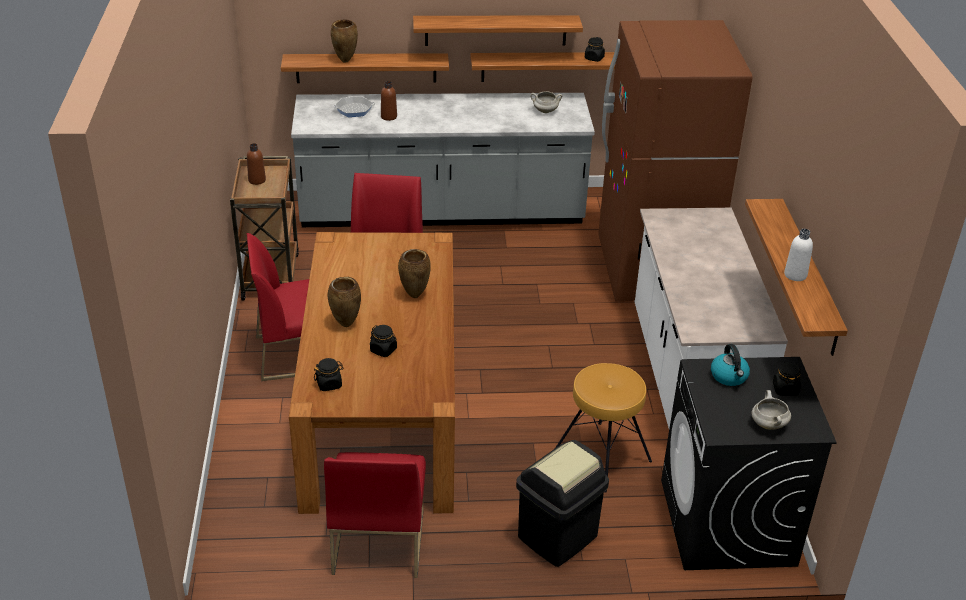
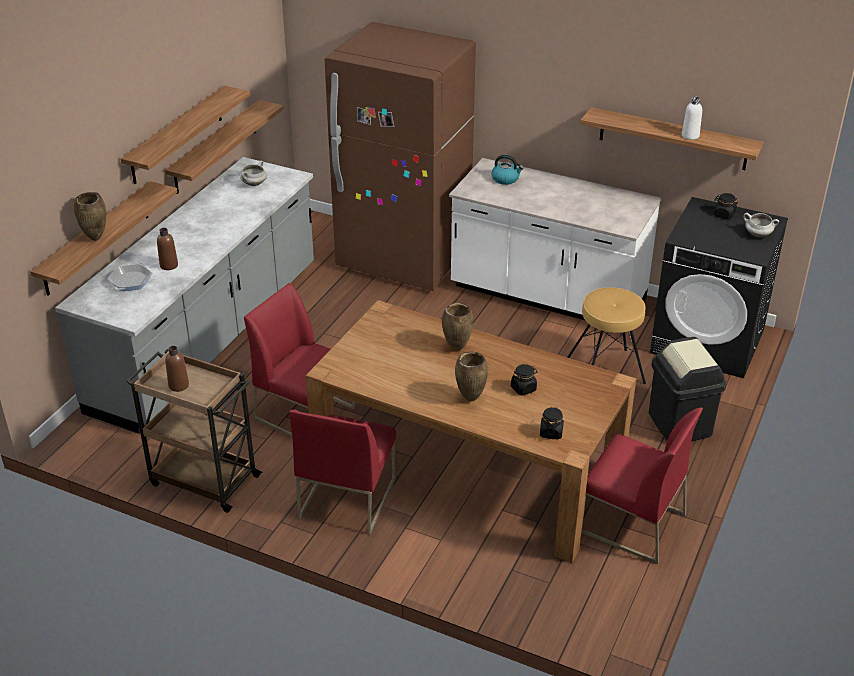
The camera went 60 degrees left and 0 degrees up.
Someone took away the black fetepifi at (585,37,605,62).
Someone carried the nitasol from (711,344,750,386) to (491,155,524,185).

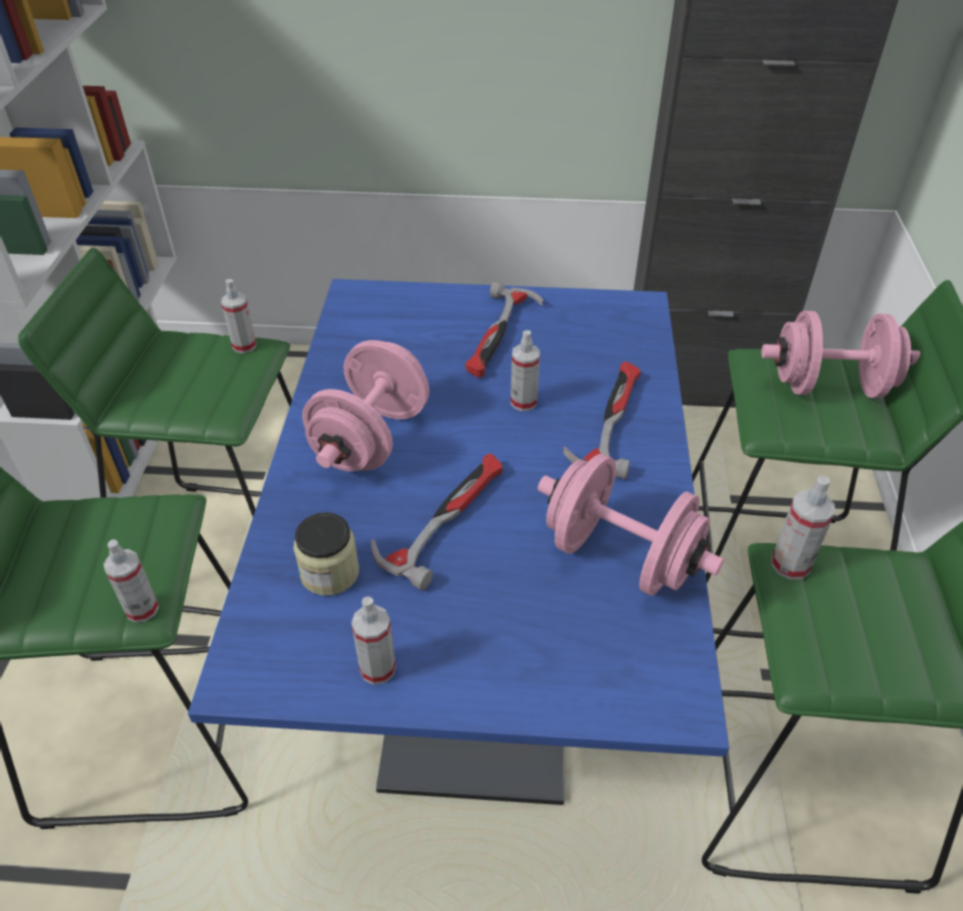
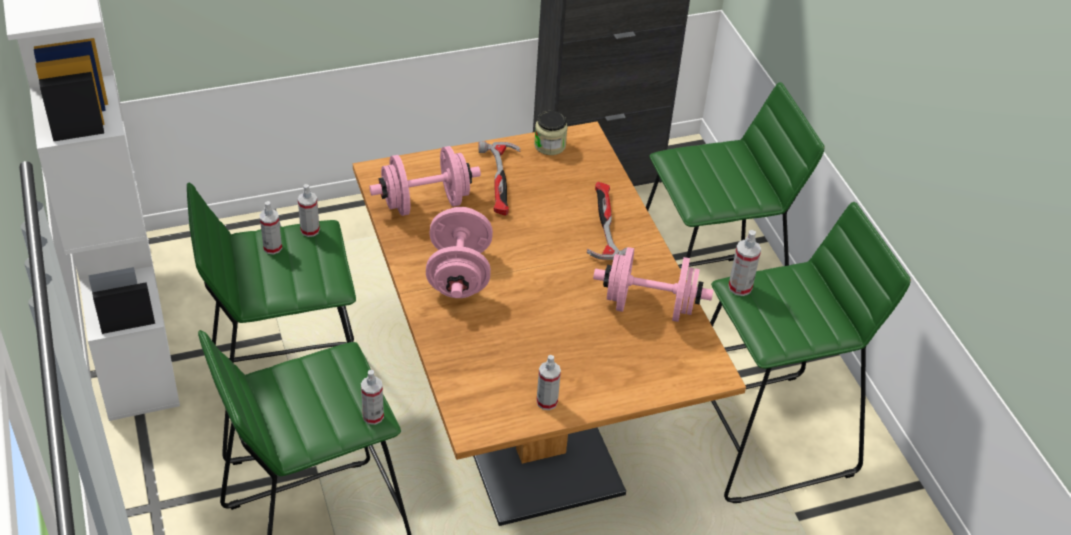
The camera went 25 degrees left and 0 degrees up.
Someone took away the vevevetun at (371,453,503,590).
Someone carried the fetepifi from (293,512,359,596) to (534,111,568,155).
Someone carried the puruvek from (510,330,540,411) to (259,201,282,254).
Someone carried the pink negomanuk from (761,311,920,398) to (369,146,481,216).
Someone repainted the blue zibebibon at (188,279,729,805), which became the brown zibebibon at (353,122,746,526).

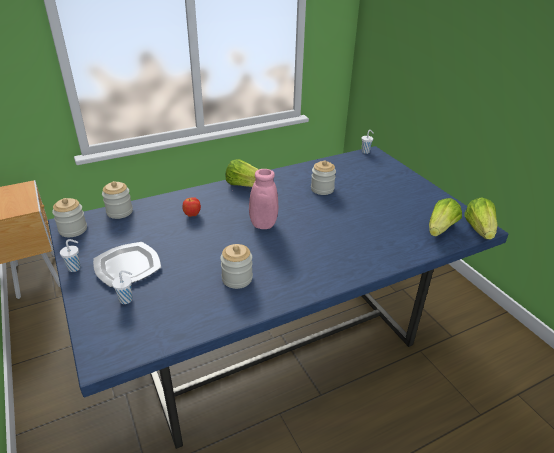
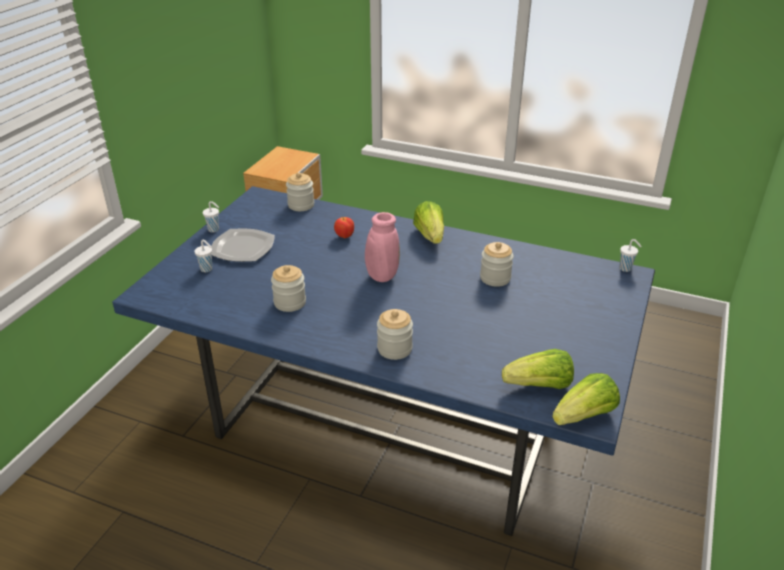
The camera went 50 degrees right and 0 degrees up.
Someone carried the fetepifi from (52,198,87,237) to (377,309,413,360).

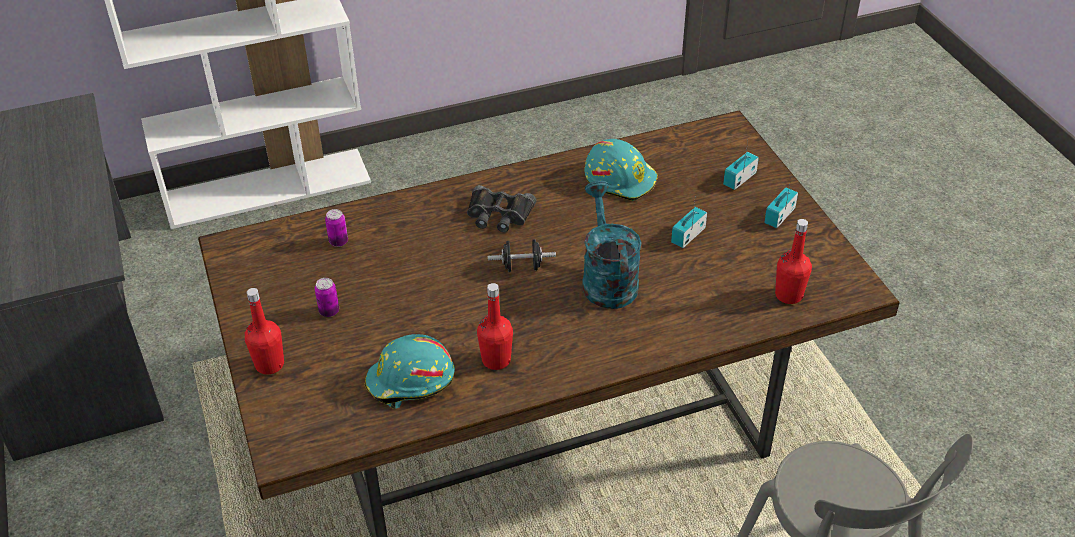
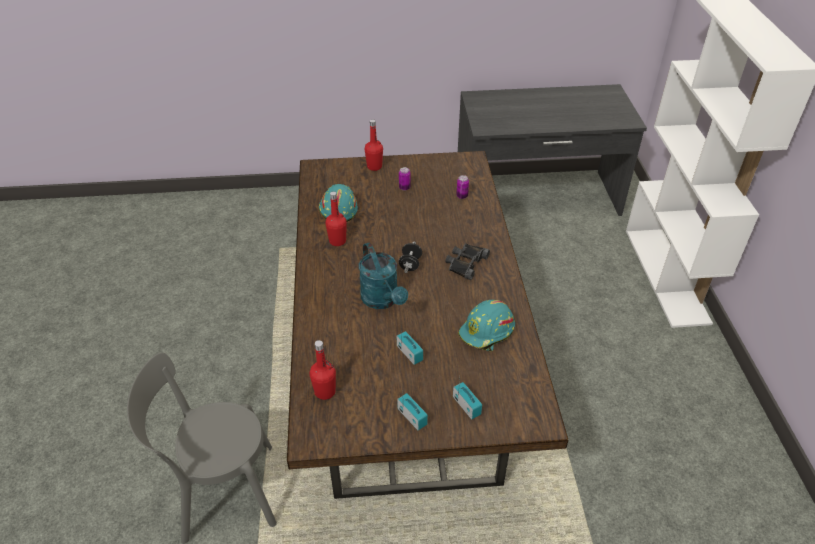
The camera went 105 degrees right and 0 degrees up.
Someone rotated the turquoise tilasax at (582,180,642,309) by 60 degrees clockwise.

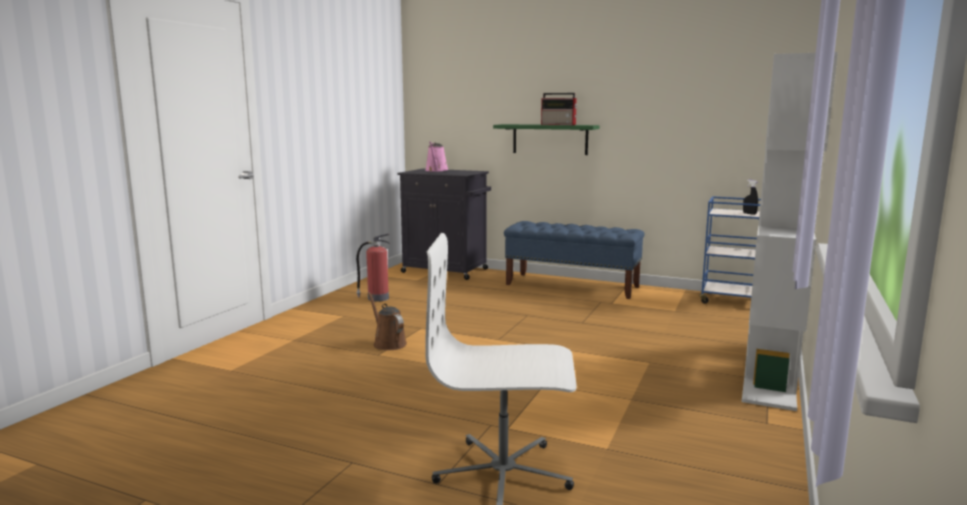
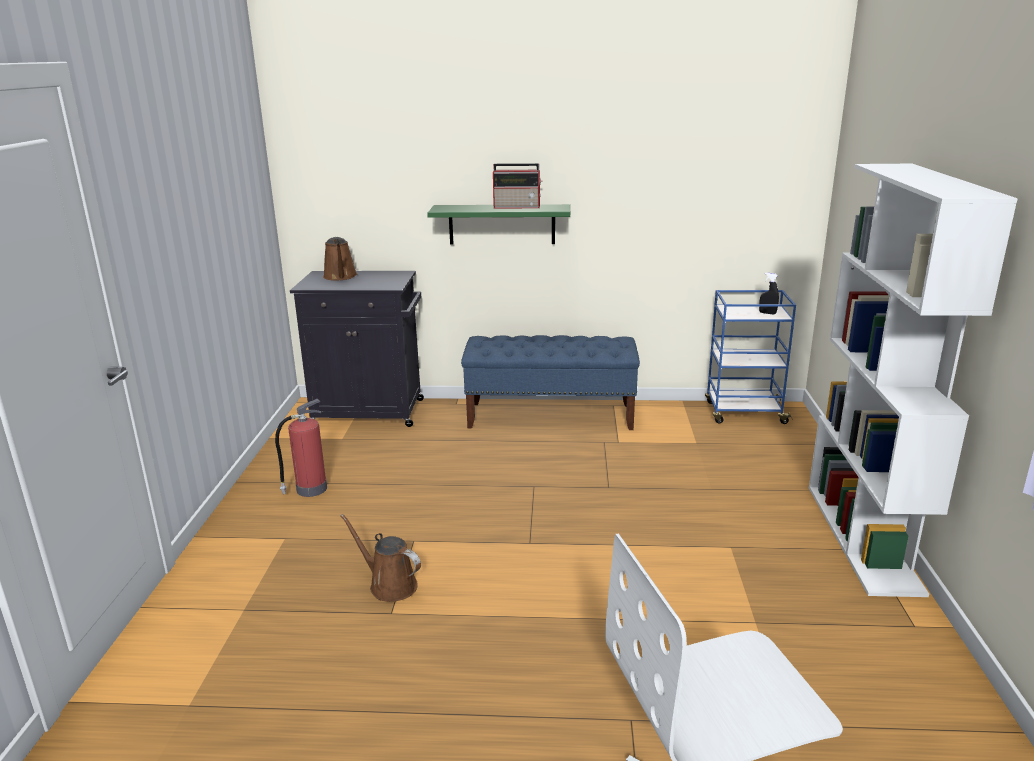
The camera went 20 degrees left and 10 degrees up.
Someone repainted the pink tilasax at (425,142,448,172), which became the brown tilasax at (323,237,357,280).

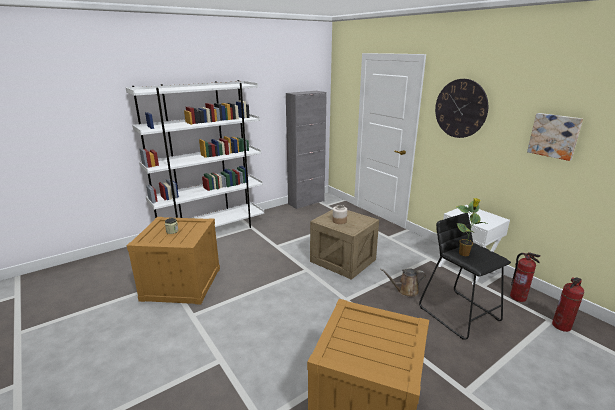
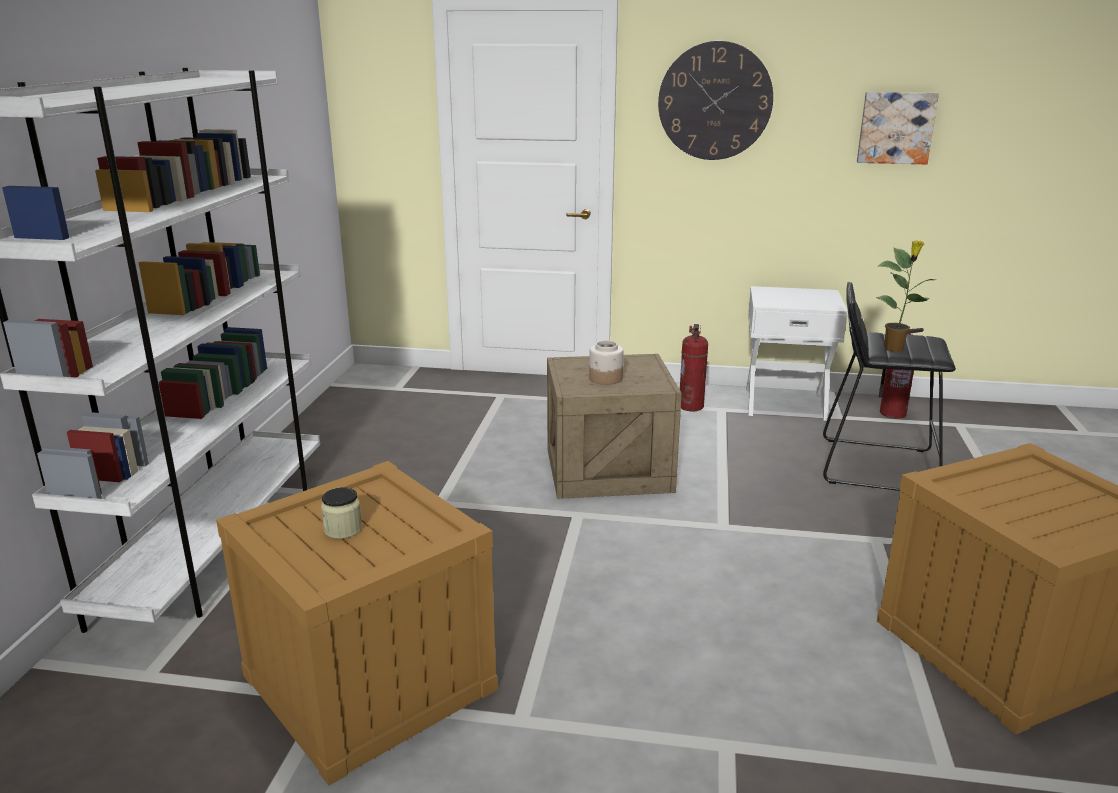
The camera went 45 degrees left and 0 degrees up.
Someone took away the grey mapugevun at (286,91,327,209).
Someone took away the brown tilasax at (380,268,426,297).
Someone carried the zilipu from (552,277,584,332) to (680,324,708,411).

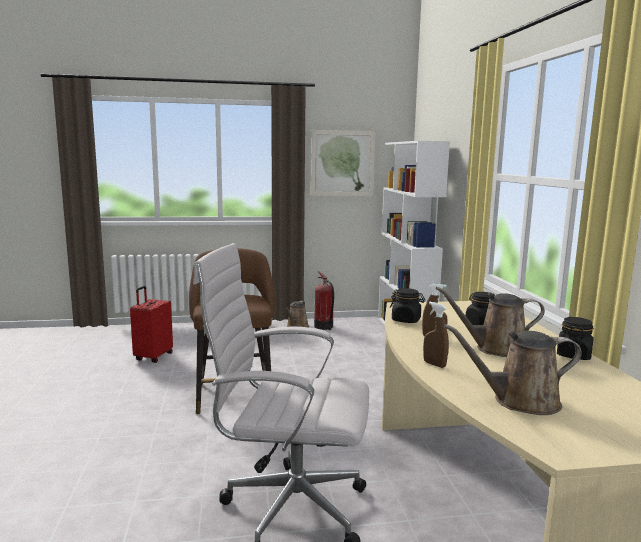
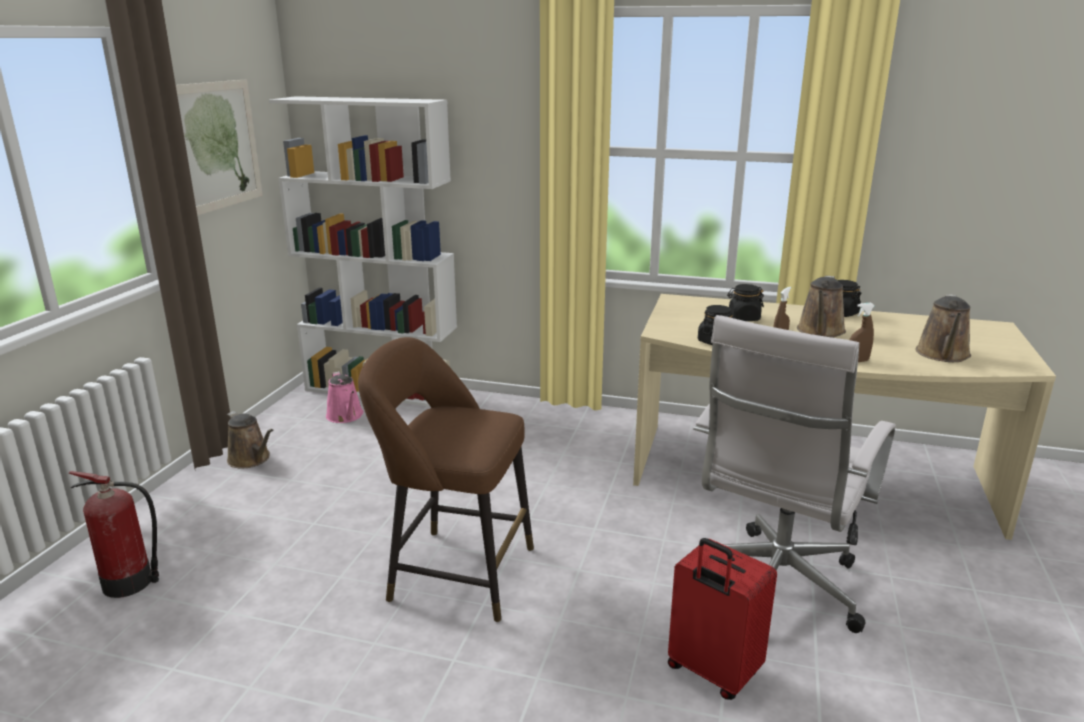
The camera went 65 degrees left and 10 degrees up.
Someone put down the pink tilasax at (326,371,363,423).
Someone carried the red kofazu from (130,286,173,363) to (668,538,777,700).
Someone carried the zilipu from (314,271,334,330) to (68,471,159,598).

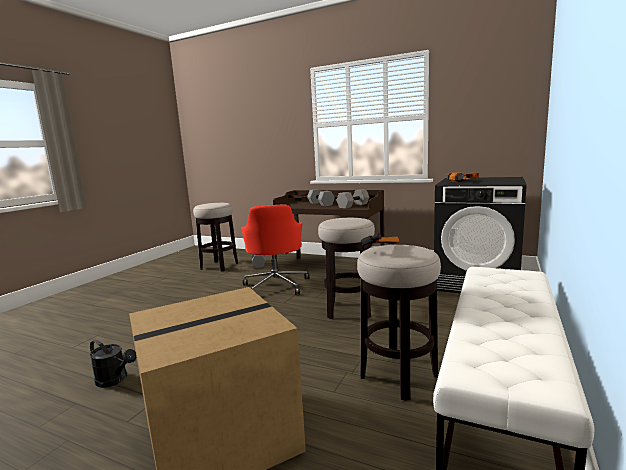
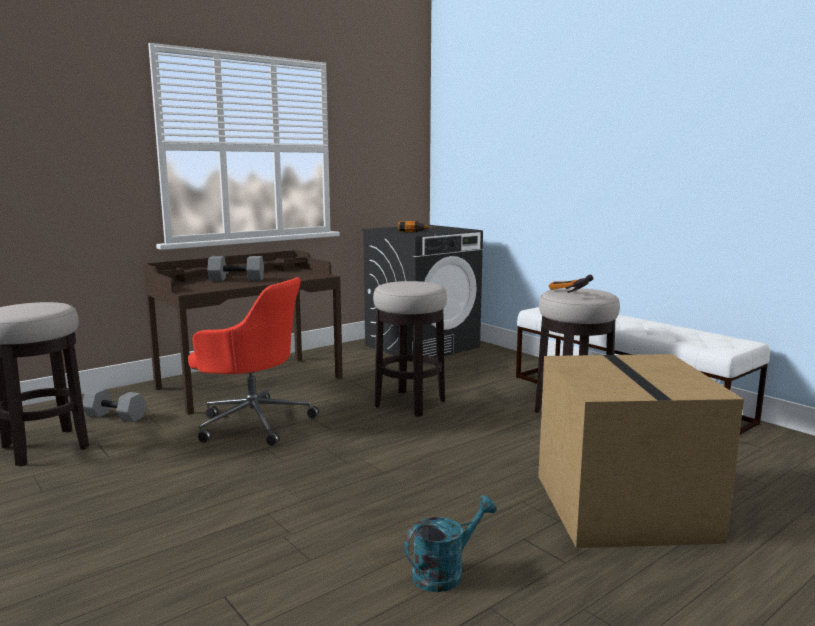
The camera went 65 degrees left and 0 degrees up.
Someone took away the grey negomanuk at (337,189,369,209).
Someone repainted the black tilasax at (90,340,137,388), which became the turquoise tilasax at (404,495,497,592).

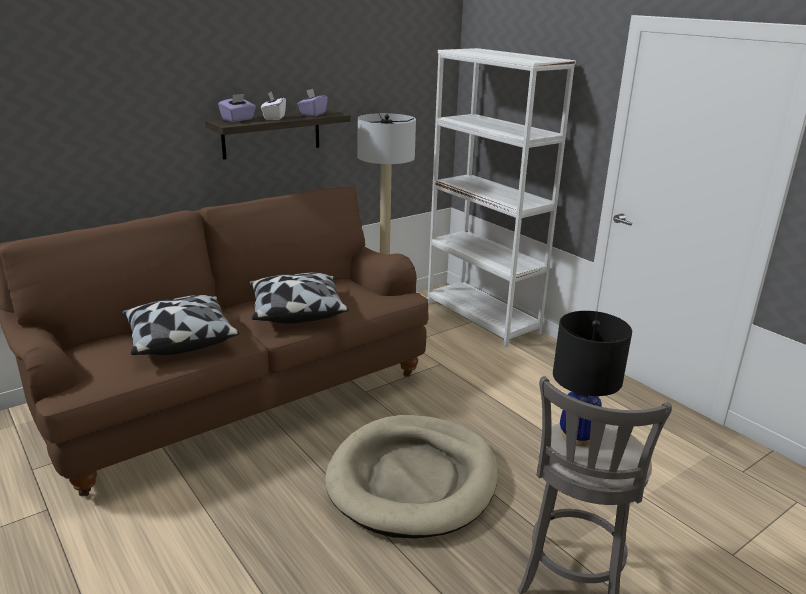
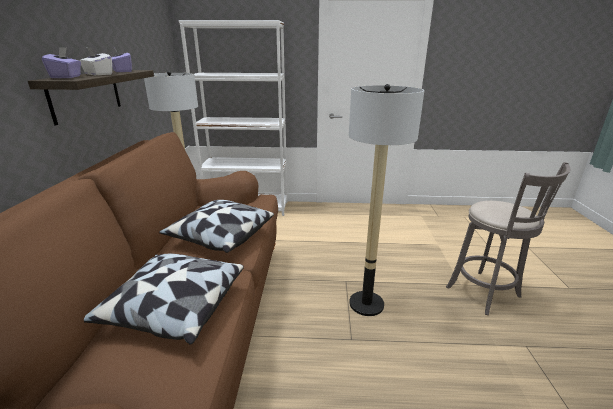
The camera went 50 degrees left and 0 degrees up.
Someone took away the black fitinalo at (553,311,632,447).
Someone swapped the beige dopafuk at (325,415,498,538) for the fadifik at (349,84,425,316).

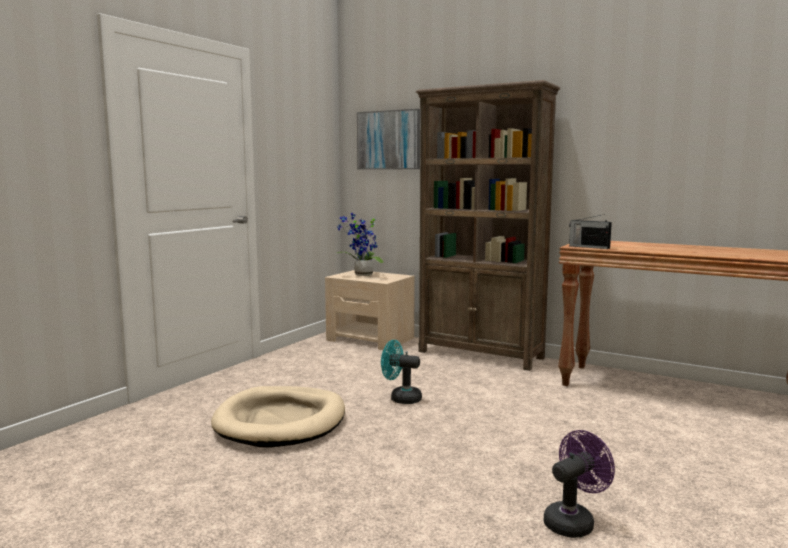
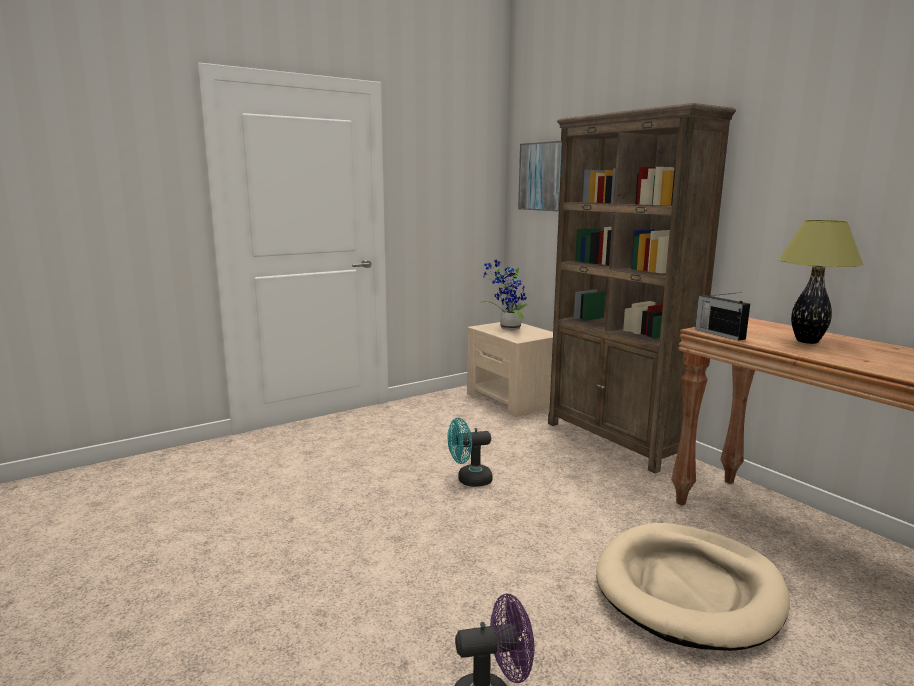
The camera went 25 degrees right and 5 degrees up.
Someone put down the fitinalo at (778,220,864,344).
Someone carried the beige dopafuk from (211,386,345,448) to (596,523,790,651).
Someone rotated the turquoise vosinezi at (381,340,422,404) by 60 degrees counterclockwise.

